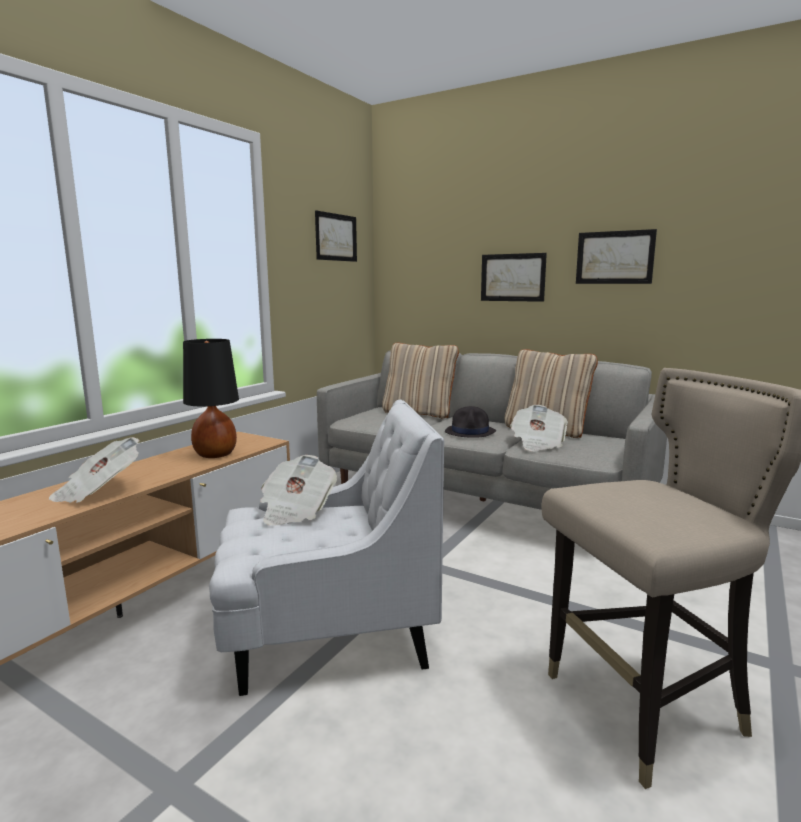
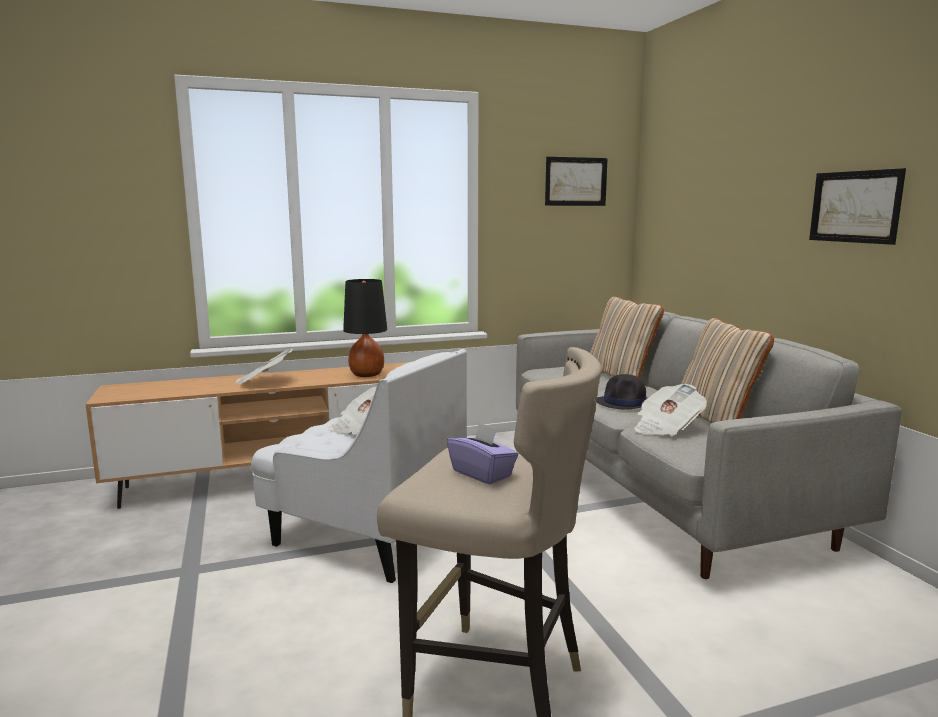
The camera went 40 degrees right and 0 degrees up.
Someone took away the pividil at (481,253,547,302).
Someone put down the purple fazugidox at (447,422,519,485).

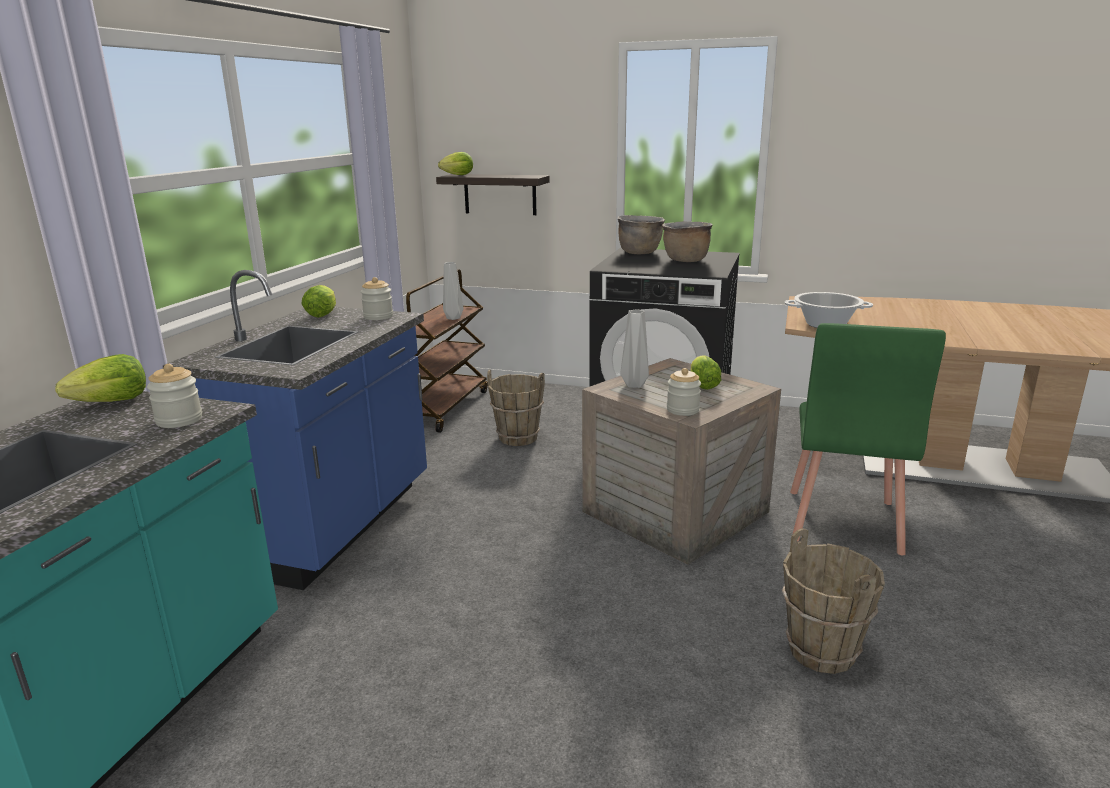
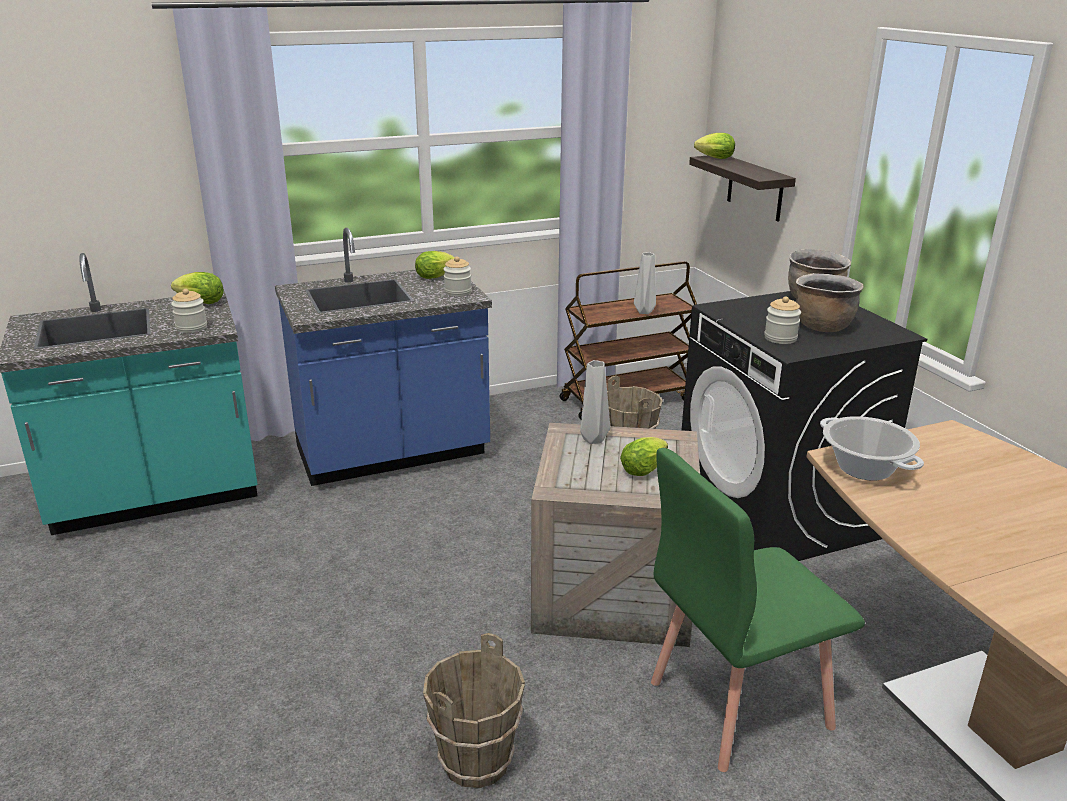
The camera went 50 degrees right and 5 degrees up.
Someone carried the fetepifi from (667,368,701,416) to (764,296,801,344).

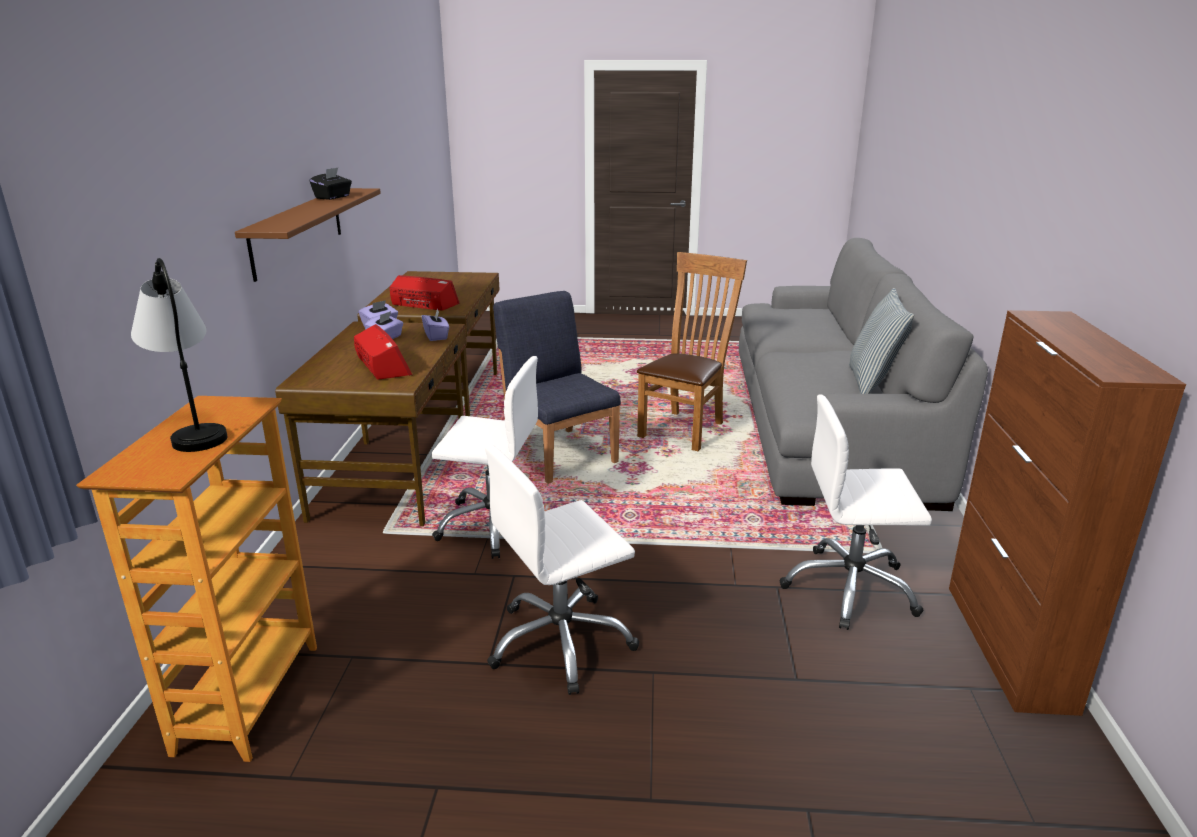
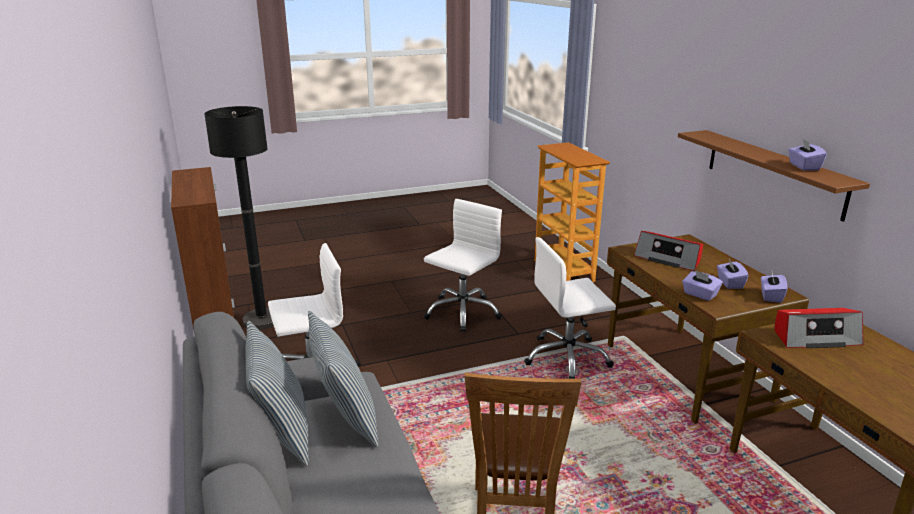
The camera went 155 degrees right and 0 degrees up.
Someone took away the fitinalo at (131,258,227,452).
Someone took away the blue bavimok at (493,291,621,484).
Someone put down the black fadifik at (204,106,274,330).
Someone put down the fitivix at (308,311,379,447).
Someone repainted the black fazugidox at (310,168,352,200), which became the purple fazugidox at (788,139,827,170).

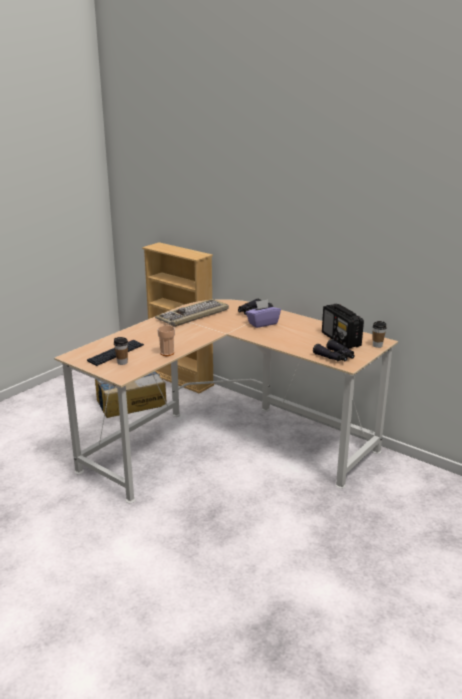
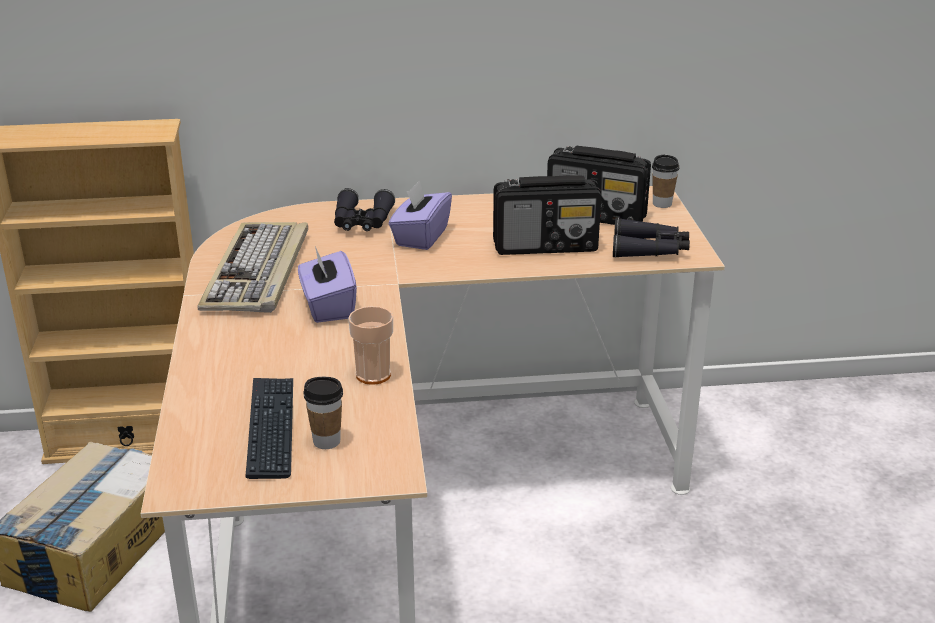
The camera went 45 degrees left and 5 degrees up.
Someone put down the purple fazugidox at (298,246,357,323).
Someone put down the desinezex at (493,175,601,255).

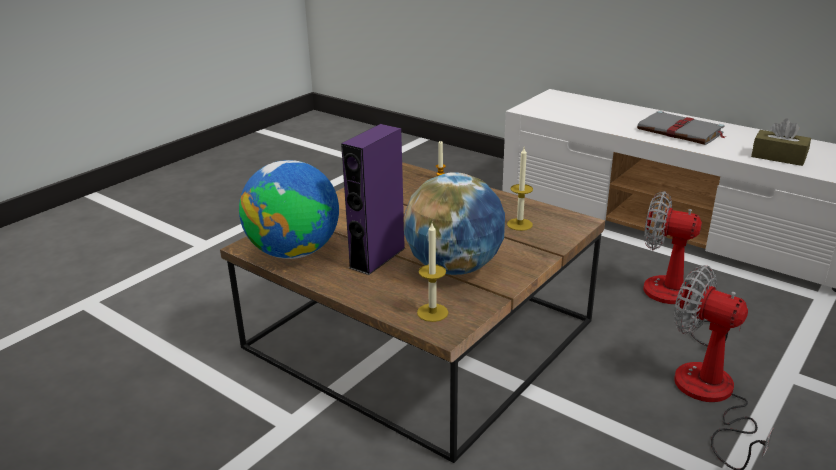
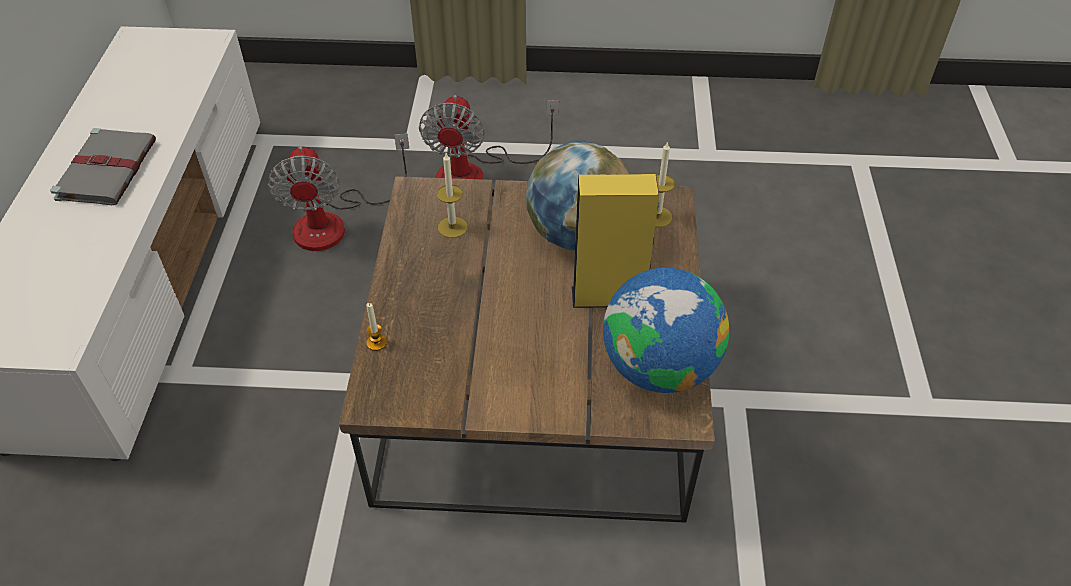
The camera went 125 degrees left and 20 degrees up.
Someone took away the brown fazugidox at (751,118,811,166).
Someone repainted the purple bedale at (341,124,405,275), which became the yellow bedale at (572,174,659,308).

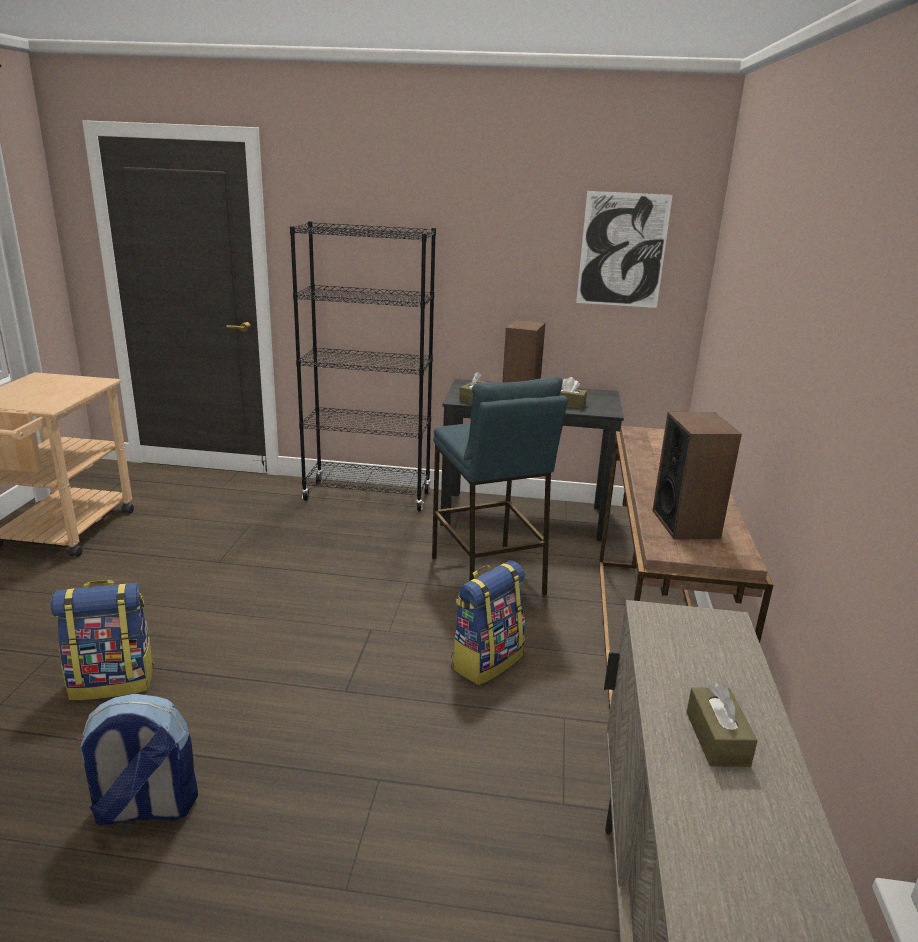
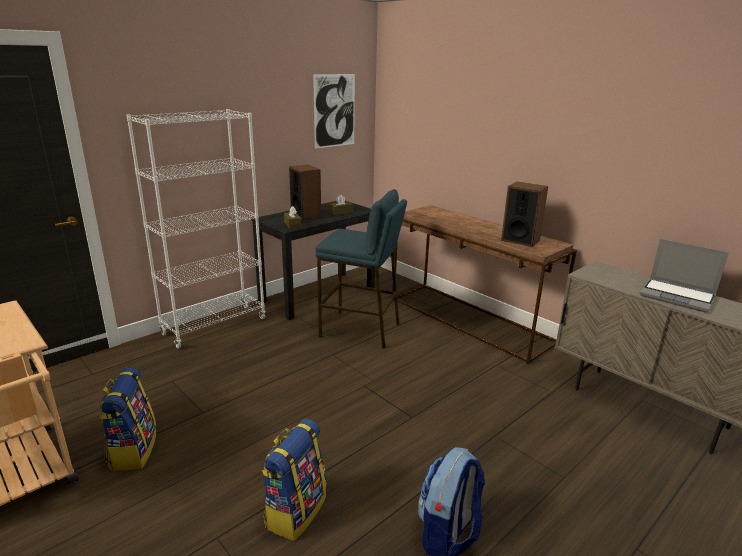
The camera went 50 degrees left and 0 degrees up.
Someone carried the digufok from (451,560,525,685) to (99,367,156,471).
Someone swapped the brown fazugidox at (686,683,758,767) for the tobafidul at (640,239,729,313).
Someone repainted the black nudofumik at (290,221,436,512), which became the white nudofumik at (126,109,266,349).

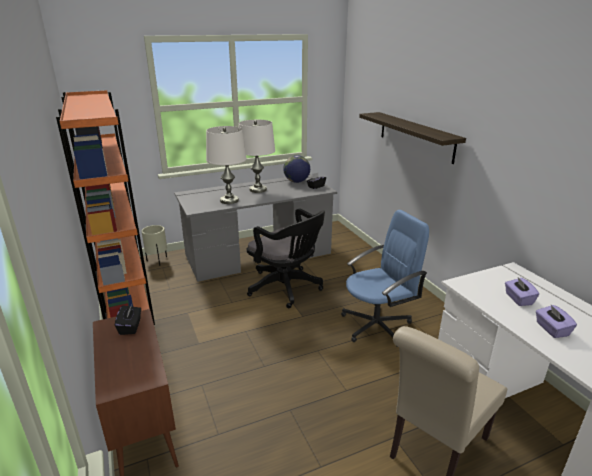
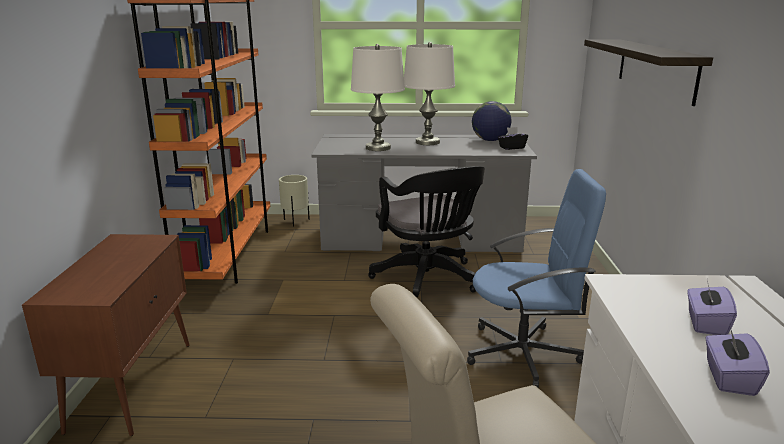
The camera went 25 degrees right and 5 degrees down.
Someone took away the black fazugidox at (115,305,141,335).

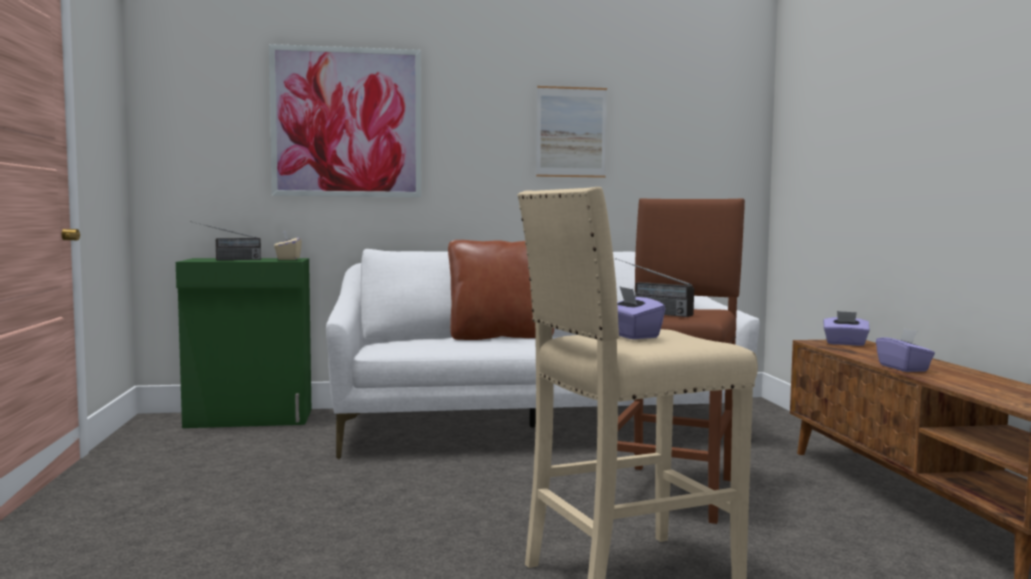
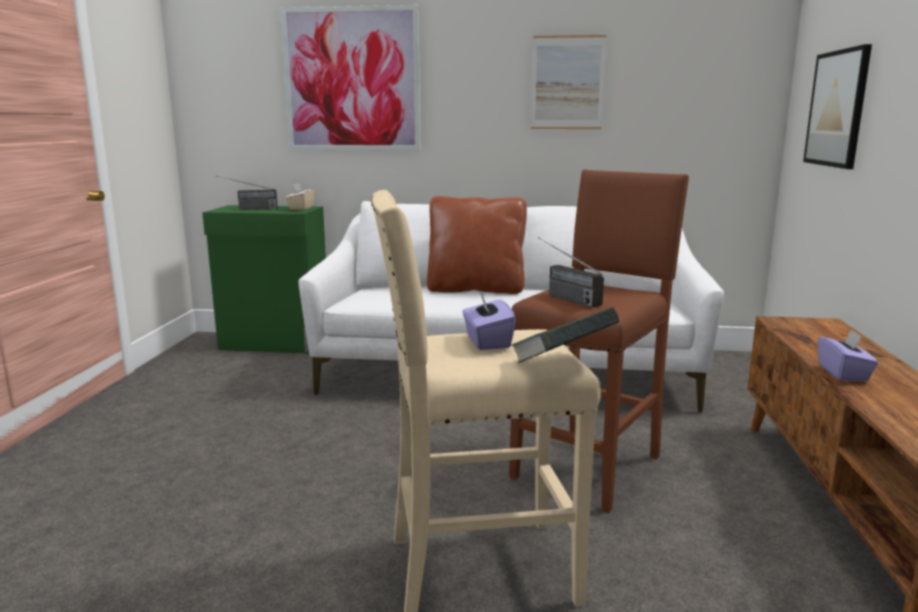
The camera went 15 degrees right and 10 degrees up.
Someone took away the purple fazugidox at (823,311,870,346).
Someone put down the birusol at (510,307,620,363).
Someone put up the pividil at (803,44,872,169).

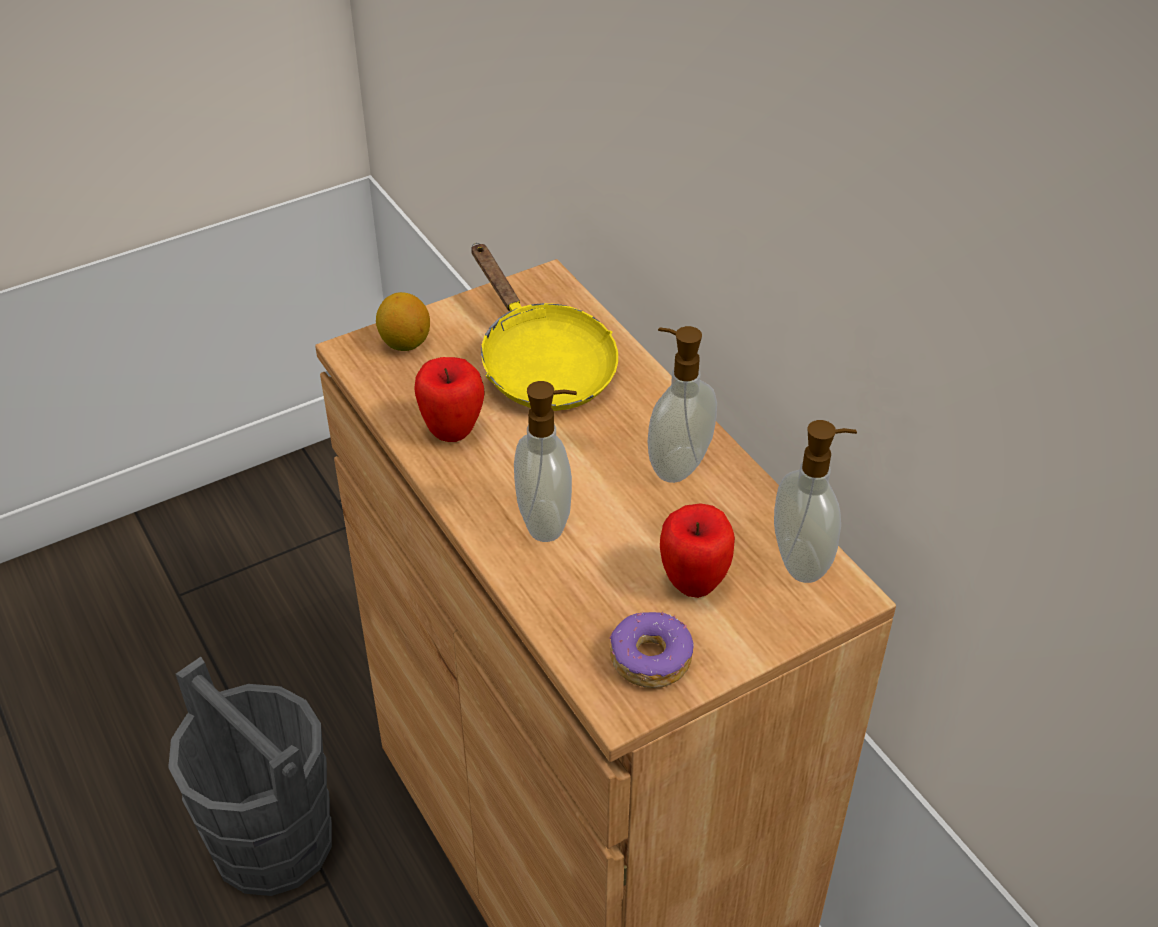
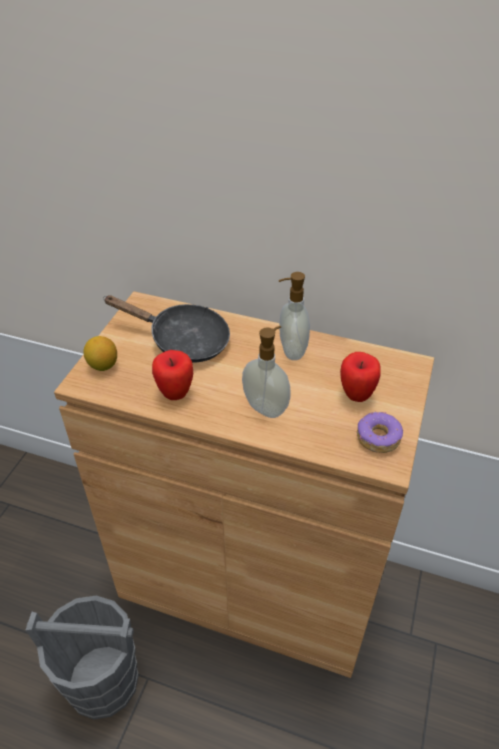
The camera went 40 degrees left and 0 degrees up.
Someone took away the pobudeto at (774,420,857,583).
Someone repainted the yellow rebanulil at (471,243,618,411), which became the black rebanulil at (103,295,230,363).

